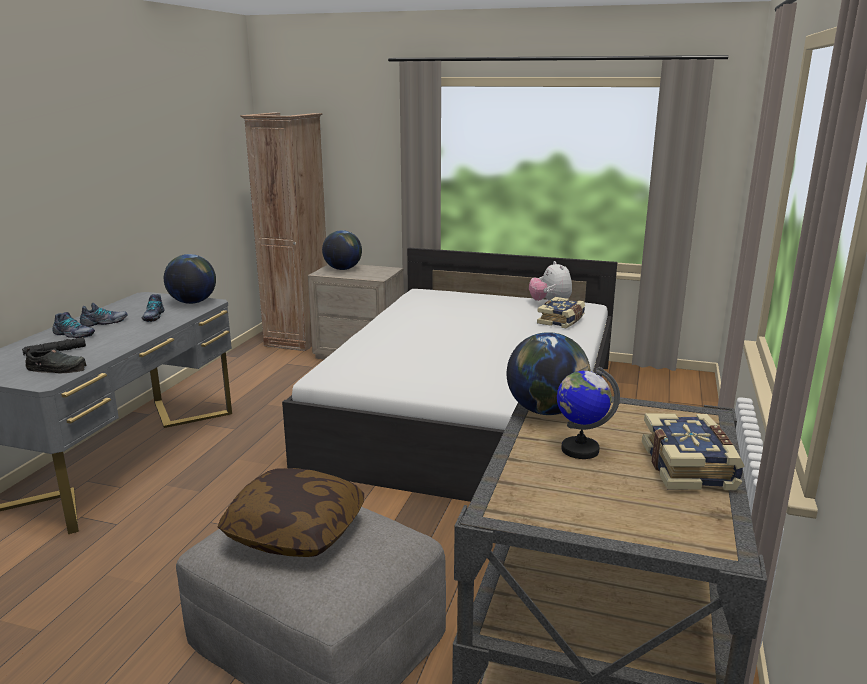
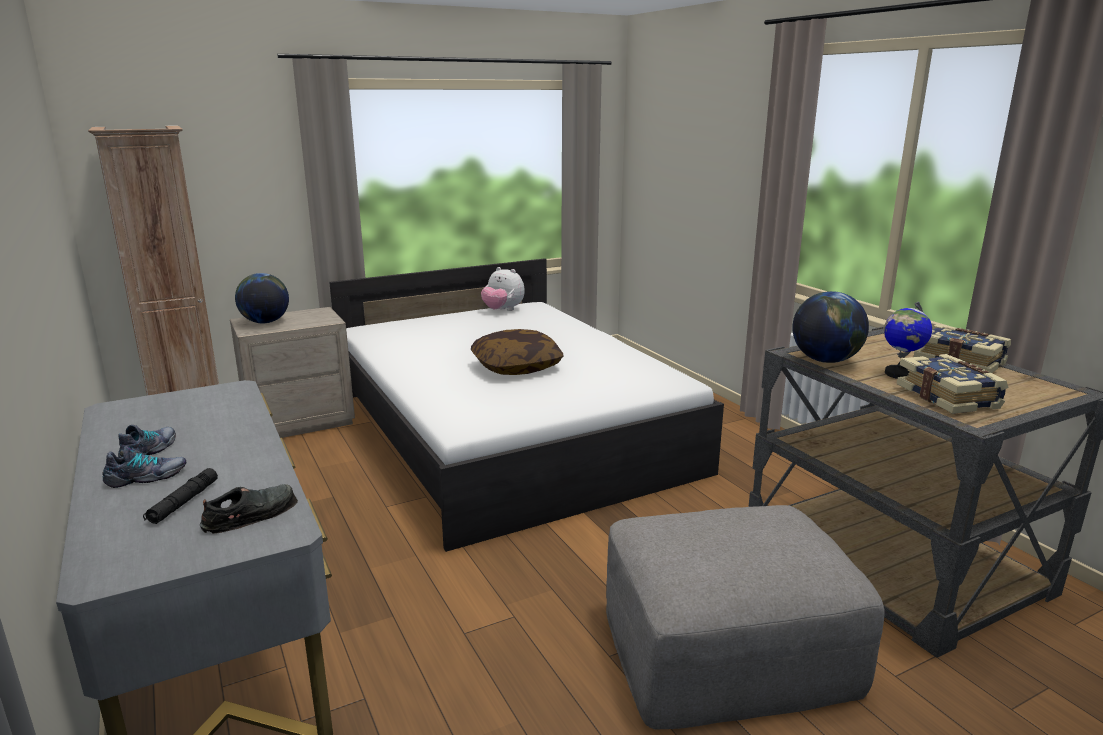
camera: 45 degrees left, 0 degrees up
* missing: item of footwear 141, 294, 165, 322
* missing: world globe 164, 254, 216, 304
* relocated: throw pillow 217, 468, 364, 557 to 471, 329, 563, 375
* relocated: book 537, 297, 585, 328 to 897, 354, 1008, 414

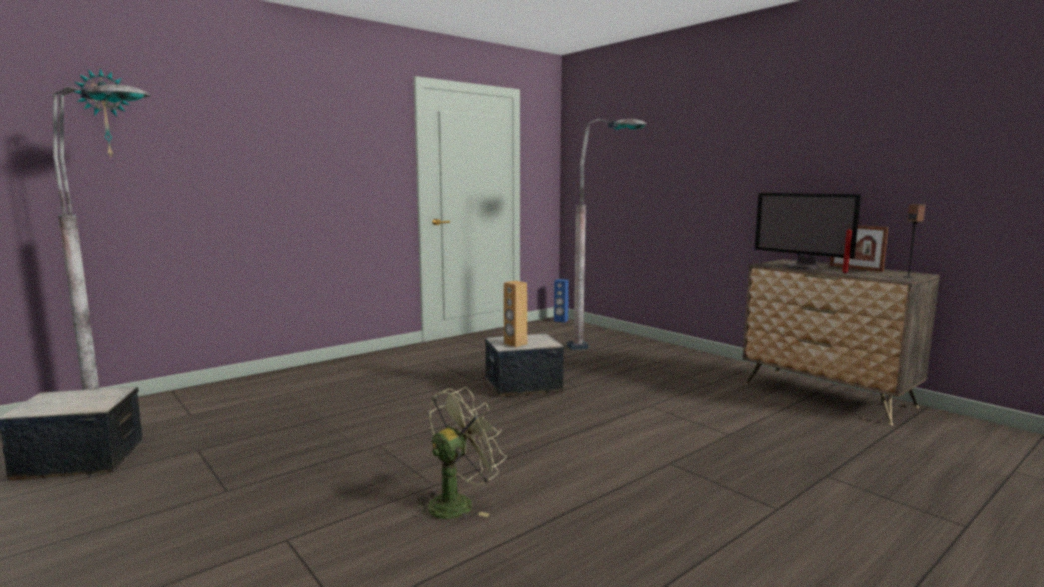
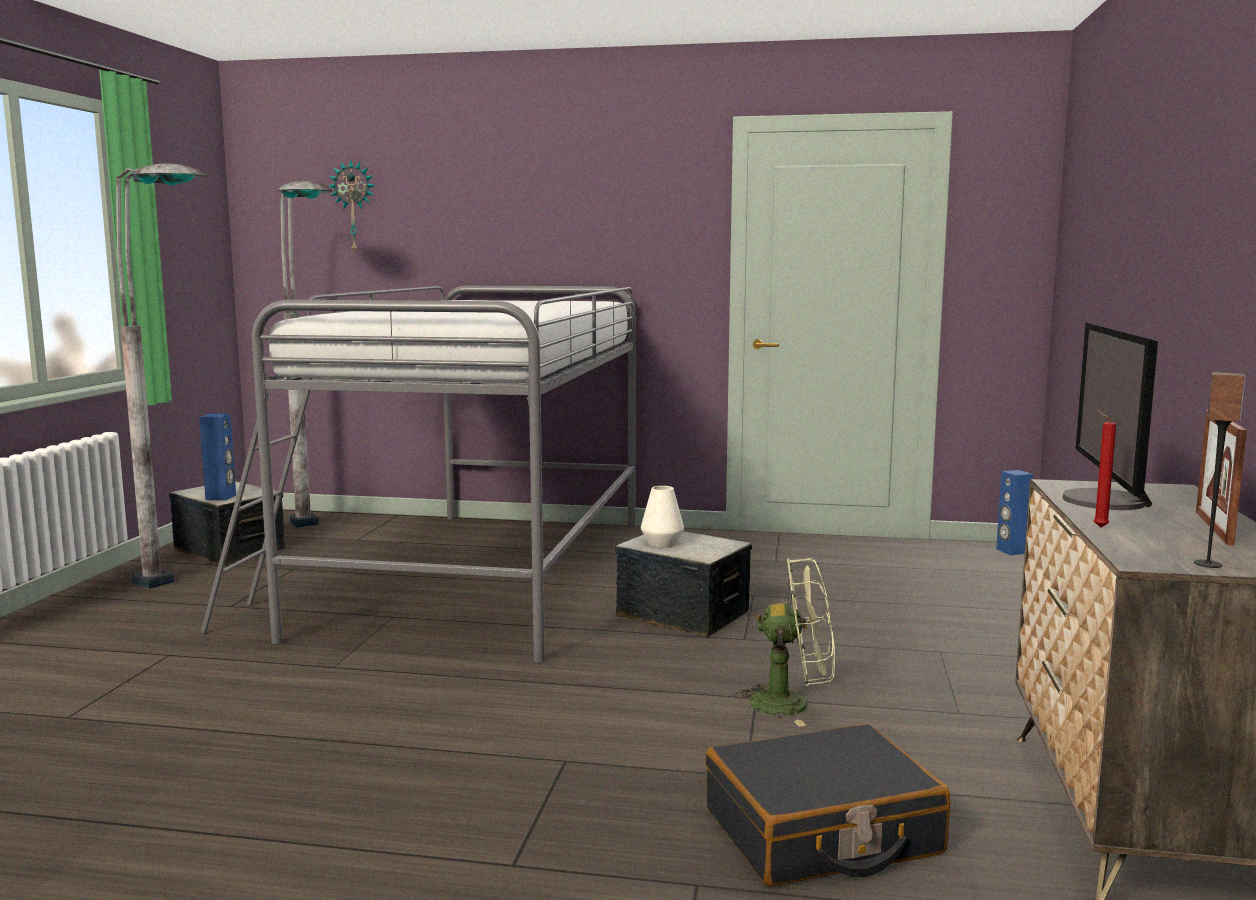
camera: 50 degrees right, 0 degrees up
* relocated: electric fan (greenish) 412, 387, 506, 519 to 733, 558, 835, 727
* exchanged: audio speaker (brown) 504, 281, 527, 347 to flower vase (whitish) 641, 486, 684, 547
* relocated: standing lamp (greyish) 567, 119, 647, 350 to 116, 163, 206, 589
* appeared: audio speaker (blue-coloured) 199, 414, 236, 500
* appeared: bedroom bed (greyish) 201, 286, 636, 663
* appeared: piece of luggage (black-coloured) 705, 724, 950, 886

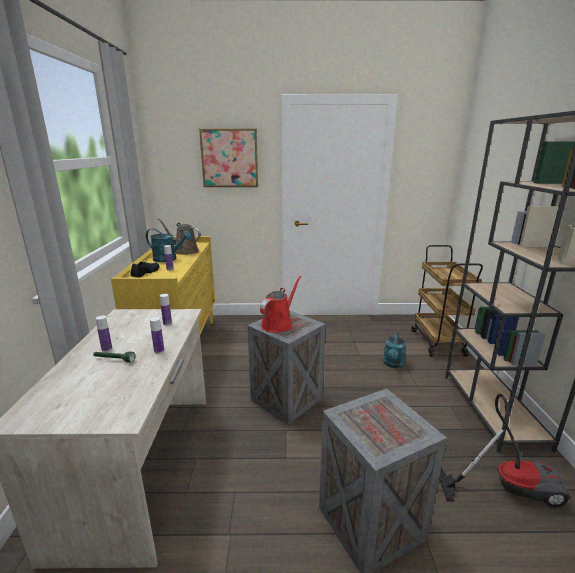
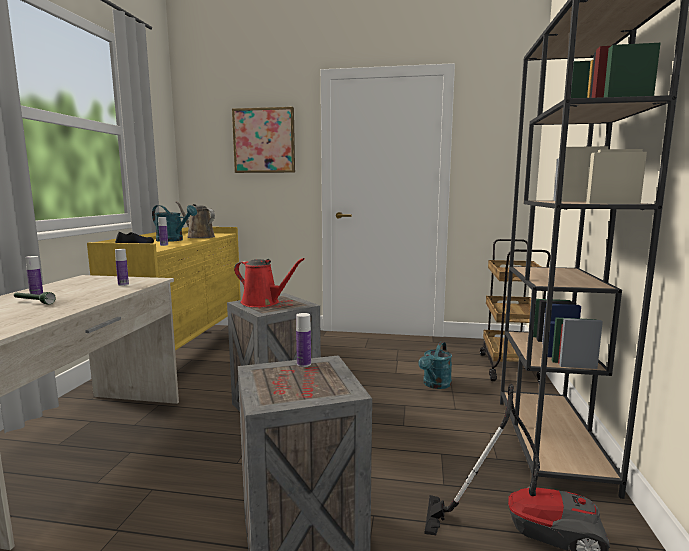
camera: 10 degrees right, 10 degrees down
* relocated: bottle 150, 317, 164, 354 to 296, 313, 311, 367
* spun: sprinkling can (reddish) 260, 276, 302, 333 = 234, 258, 305, 307 75 degrees clockwise

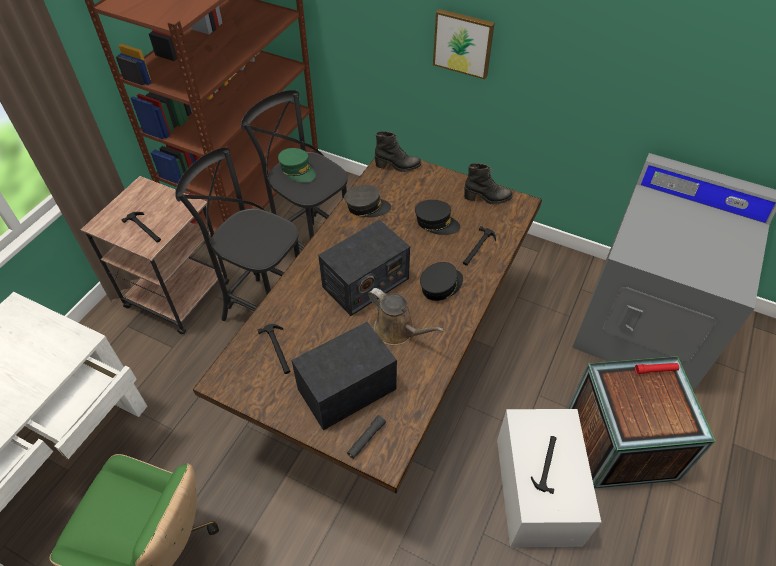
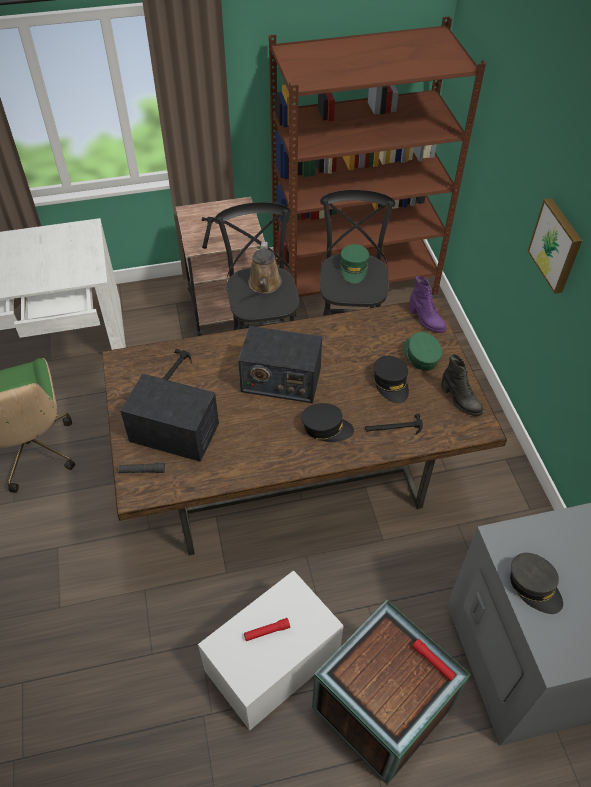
camera: 50 degrees right, 0 degrees up
* relocated: baseball cap (greyish) 344, 185, 391, 218 to 510, 553, 563, 614
* relocated: sprinkling can (brown) 368, 288, 444, 345 to 248, 242, 282, 294
* colour: boot (black-coloured) 375, 131, 421, 172 to boot (purplish) 409, 276, 446, 333
* exchanged: hand hammer 531, 436, 557, 494 to hand torch (reddish) 244, 618, 290, 641
* appeared: baseball cap (greenish) 404, 332, 442, 371

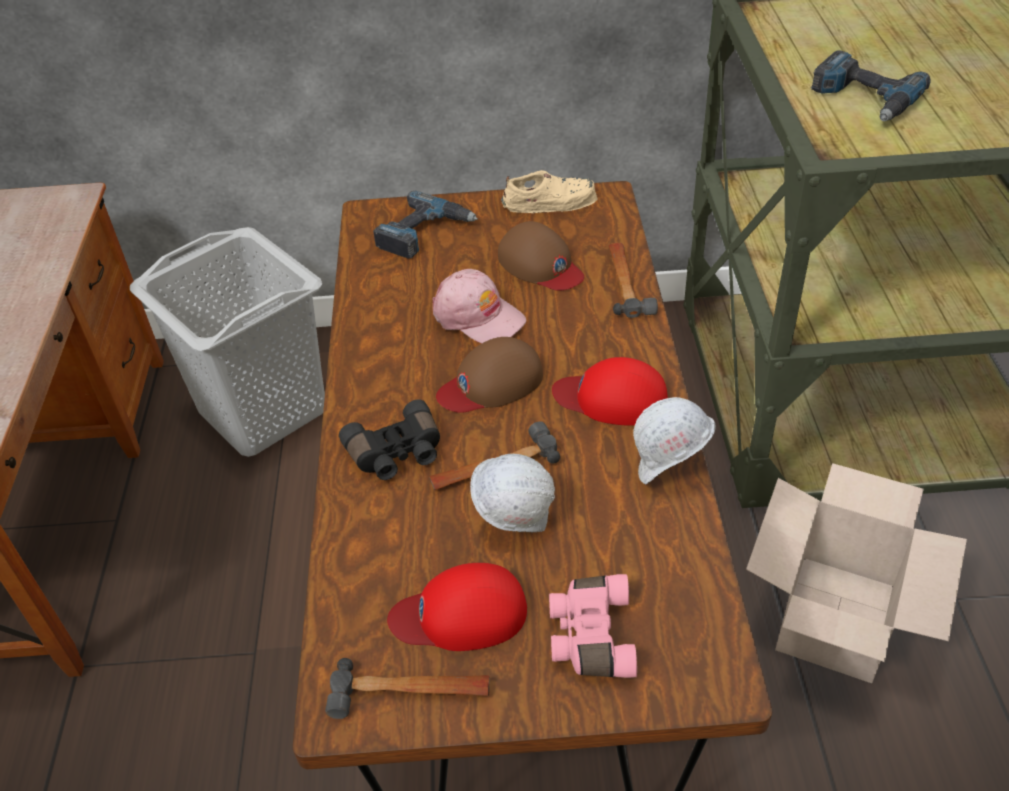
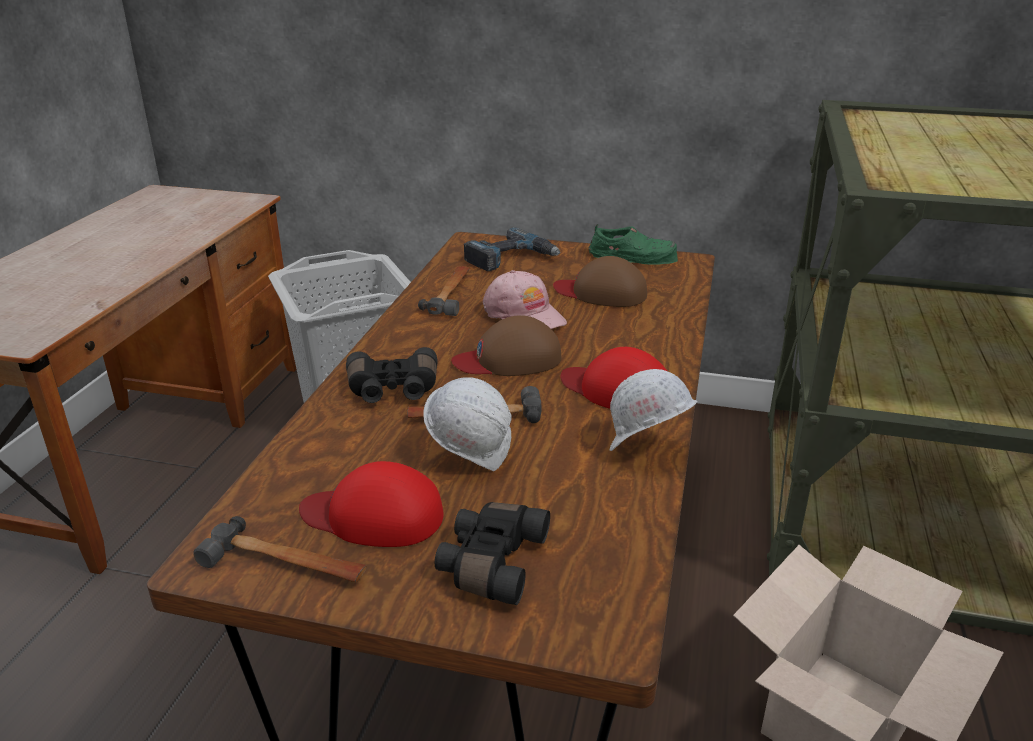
camera: 15 degrees right, 15 degrees down
* spun: baseball cap (brown) 498, 221, 584, 291 = 553, 256, 647, 307 135 degrees clockwise
* colour: item of footwear (sand-coloured) 501, 170, 597, 213 to item of footwear (greenish) 589, 224, 678, 264
* colour: binoculars (pink-coloured) 549, 574, 637, 678 to binoculars (black-coloured) 435, 502, 550, 605
* relocated: hand hammer 609, 243, 658, 318 to 418, 266, 470, 316
* missing: electric drill 811, 50, 931, 121

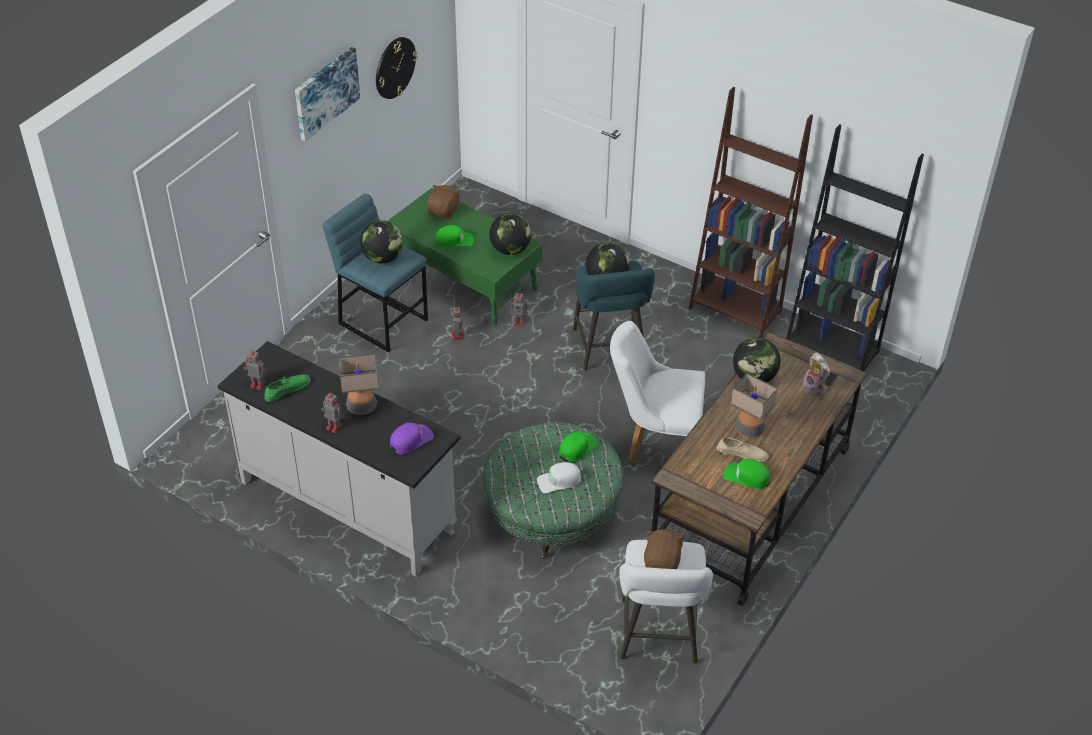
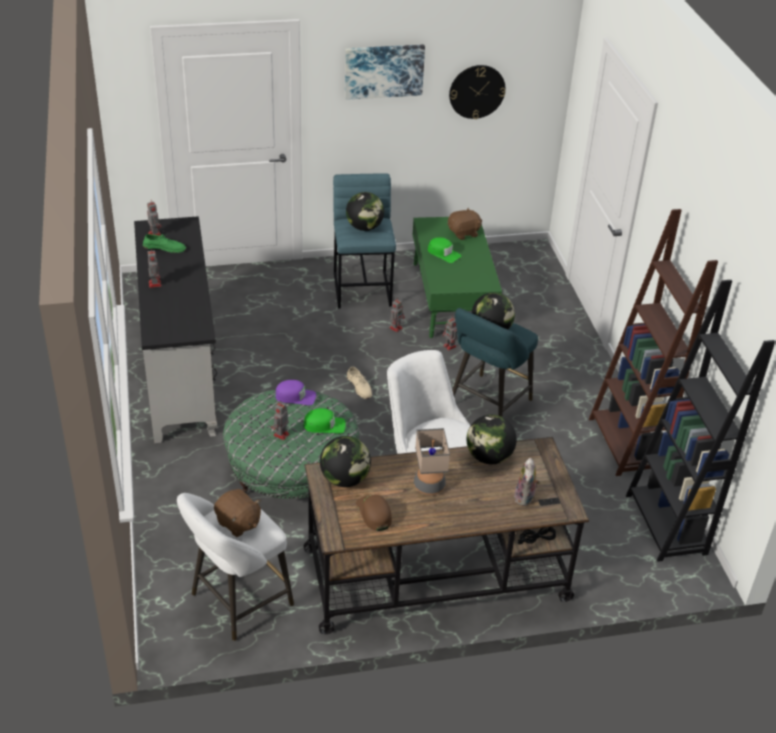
camera: 45 degrees right, 5 degrees down
* missing: table lamp 338, 353, 378, 415
* relocated: baseball cap (purplish) 390, 422, 434, 455 to 275, 380, 316, 405
* relocated: world globe 489, 213, 531, 255 to 320, 436, 371, 487
* exchanged: baseball cap (whitish) 537, 462, 582, 493 to model robot 271, 402, 289, 440
* spun: plush toy (brown) 644, 529, 685, 569 = 214, 489, 261, 537 75 degrees clockwise
* relocated: item of footwear (sand-coloured) 717, 437, 769, 463 to 347, 367, 372, 399
* colour: baseball cap (greenish) 723, 459, 770, 489 to baseball cap (brown) 356, 495, 392, 531

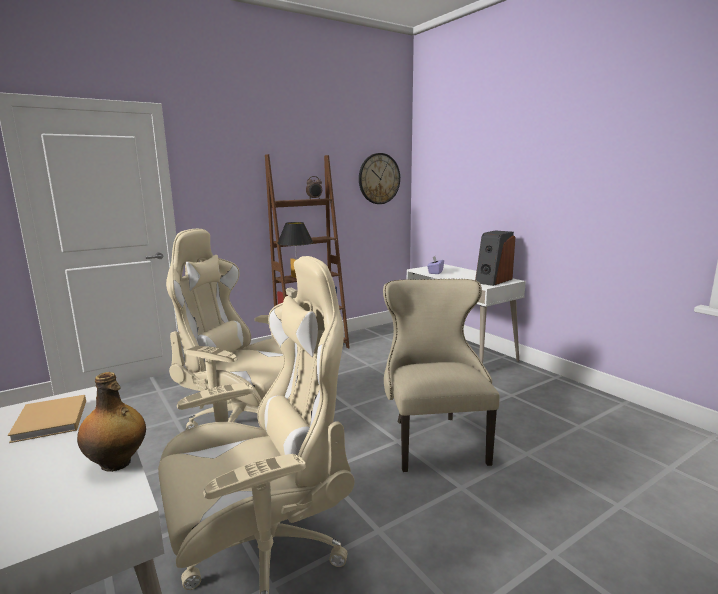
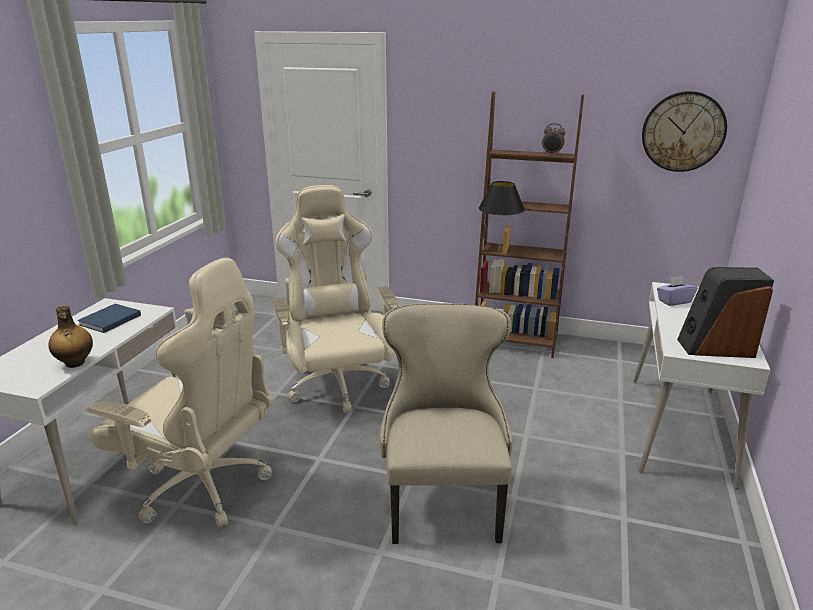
camera: 50 degrees right, 10 degrees up
* colour: book (sand-coloured) 8, 395, 86, 443 to book (blue-coloured) 77, 304, 141, 333
* spun: chair (sand-coloured) 383, 279, 500, 472 = 380, 303, 513, 544 45 degrees counterclockwise

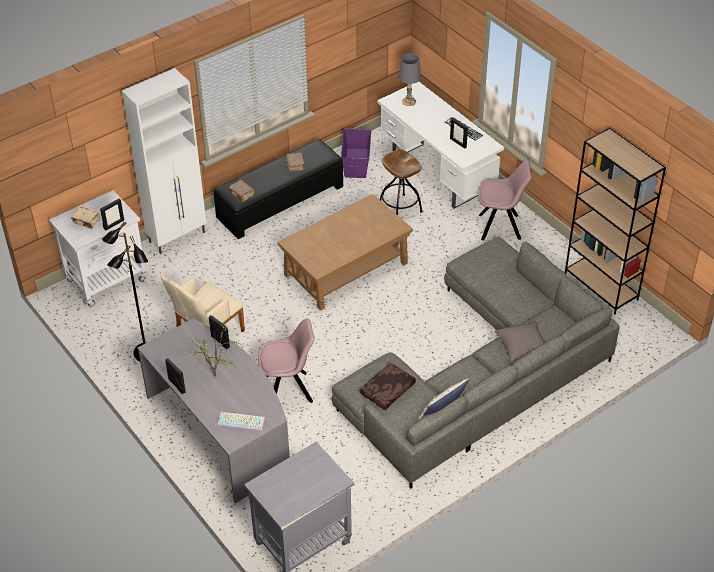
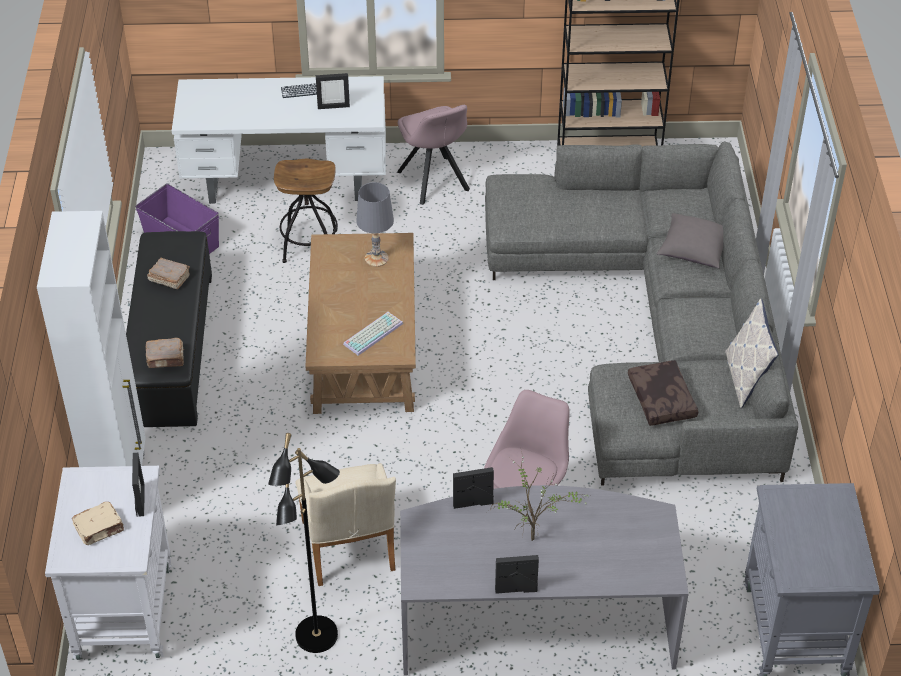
camera: 55 degrees left, 0 degrees up
* relocated: keyboard 218, 412, 265, 430 to 343, 312, 403, 356
* relocated: table lamp (greyish) 399, 53, 421, 106 to 356, 182, 394, 267
* spun: chair (pink-coloured) 478, 160, 532, 240 = 397, 105, 470, 205 120 degrees clockwise

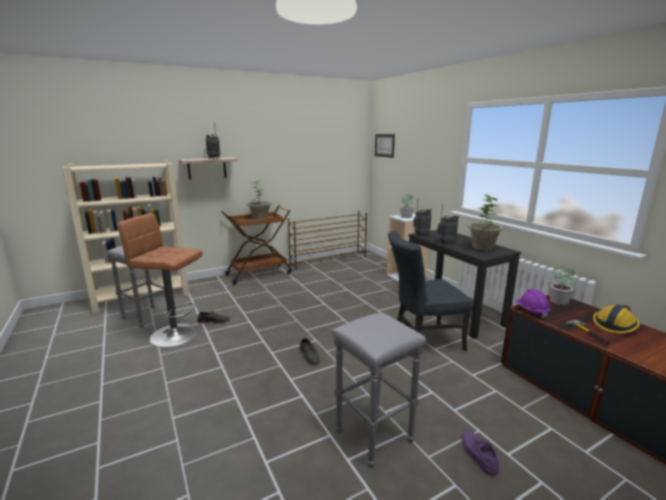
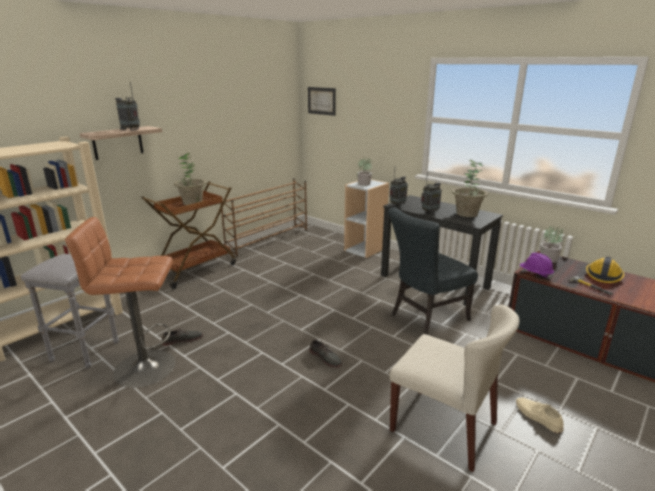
camera: 20 degrees left, 5 degrees up
* exchanged: sitting stool (greyish) 332, 312, 426, 468 to chair (sand-coloured) 389, 305, 519, 472
* colour: item of footwear (purplish) 462, 430, 499, 476 to item of footwear (sand-coloured) 516, 397, 564, 433

